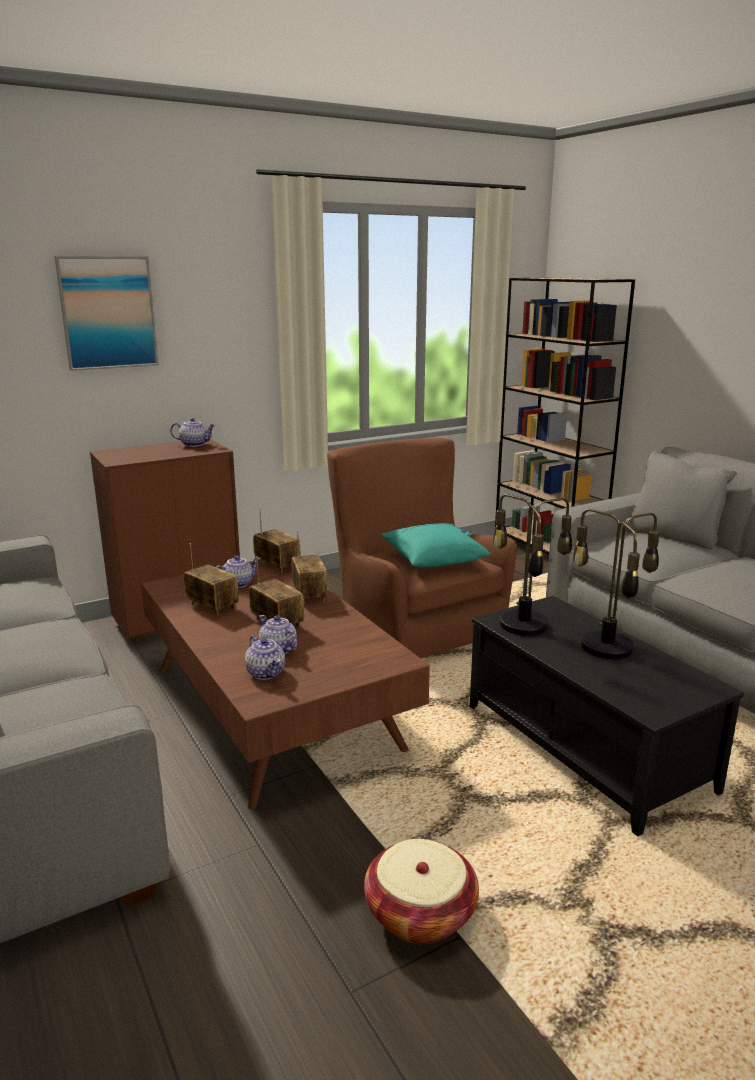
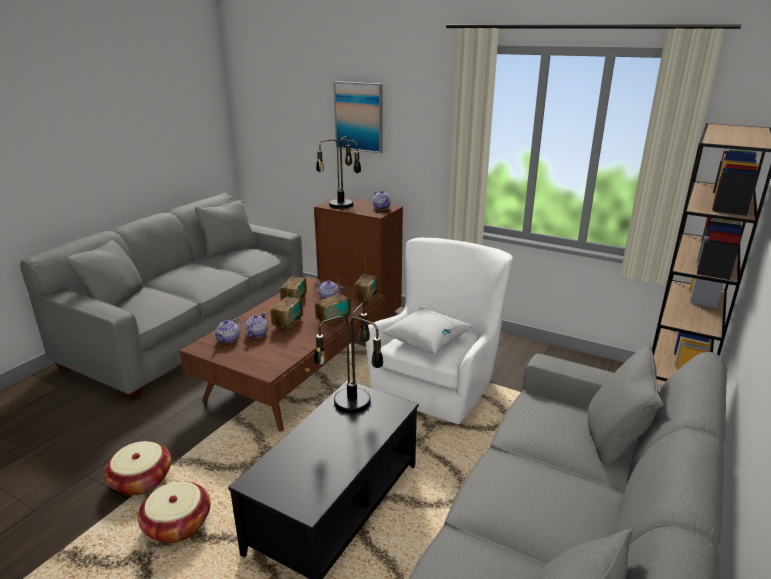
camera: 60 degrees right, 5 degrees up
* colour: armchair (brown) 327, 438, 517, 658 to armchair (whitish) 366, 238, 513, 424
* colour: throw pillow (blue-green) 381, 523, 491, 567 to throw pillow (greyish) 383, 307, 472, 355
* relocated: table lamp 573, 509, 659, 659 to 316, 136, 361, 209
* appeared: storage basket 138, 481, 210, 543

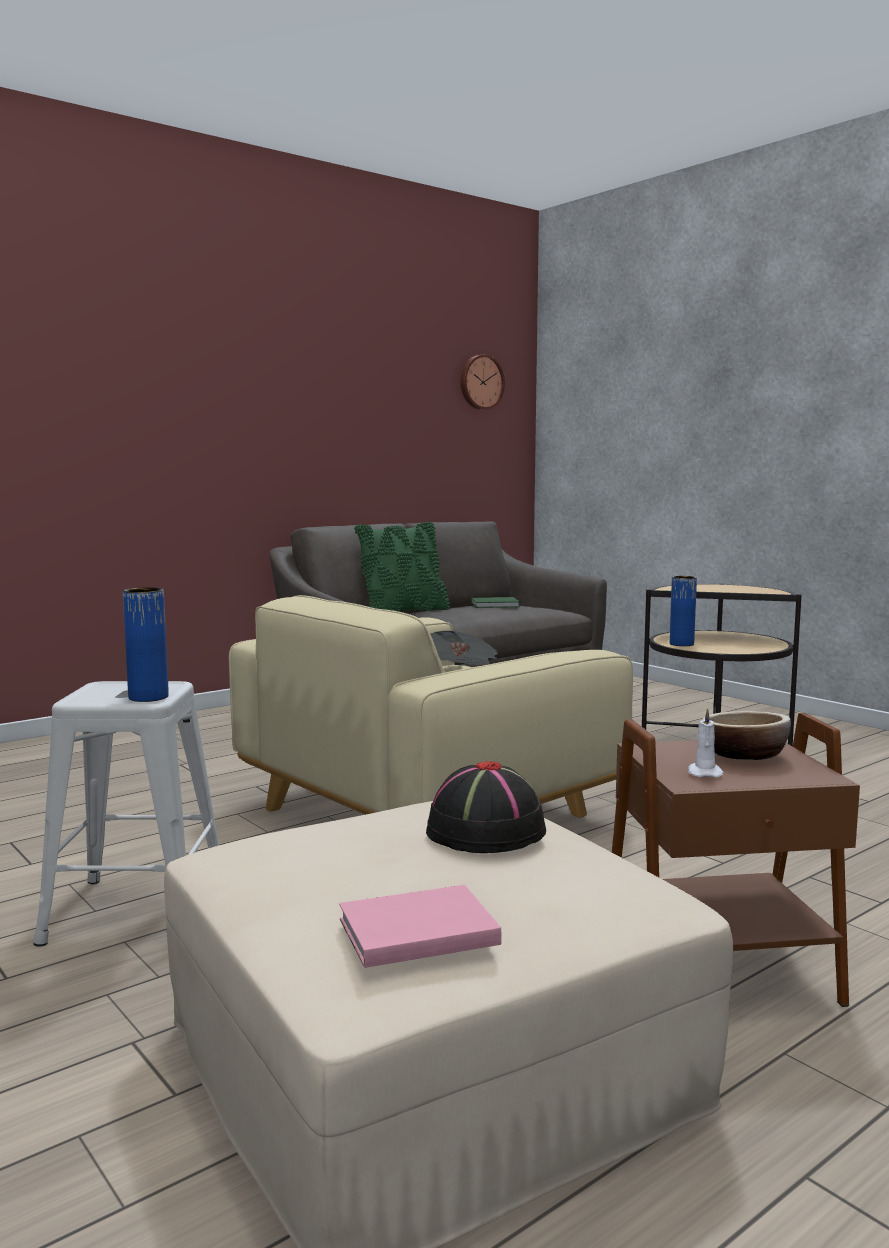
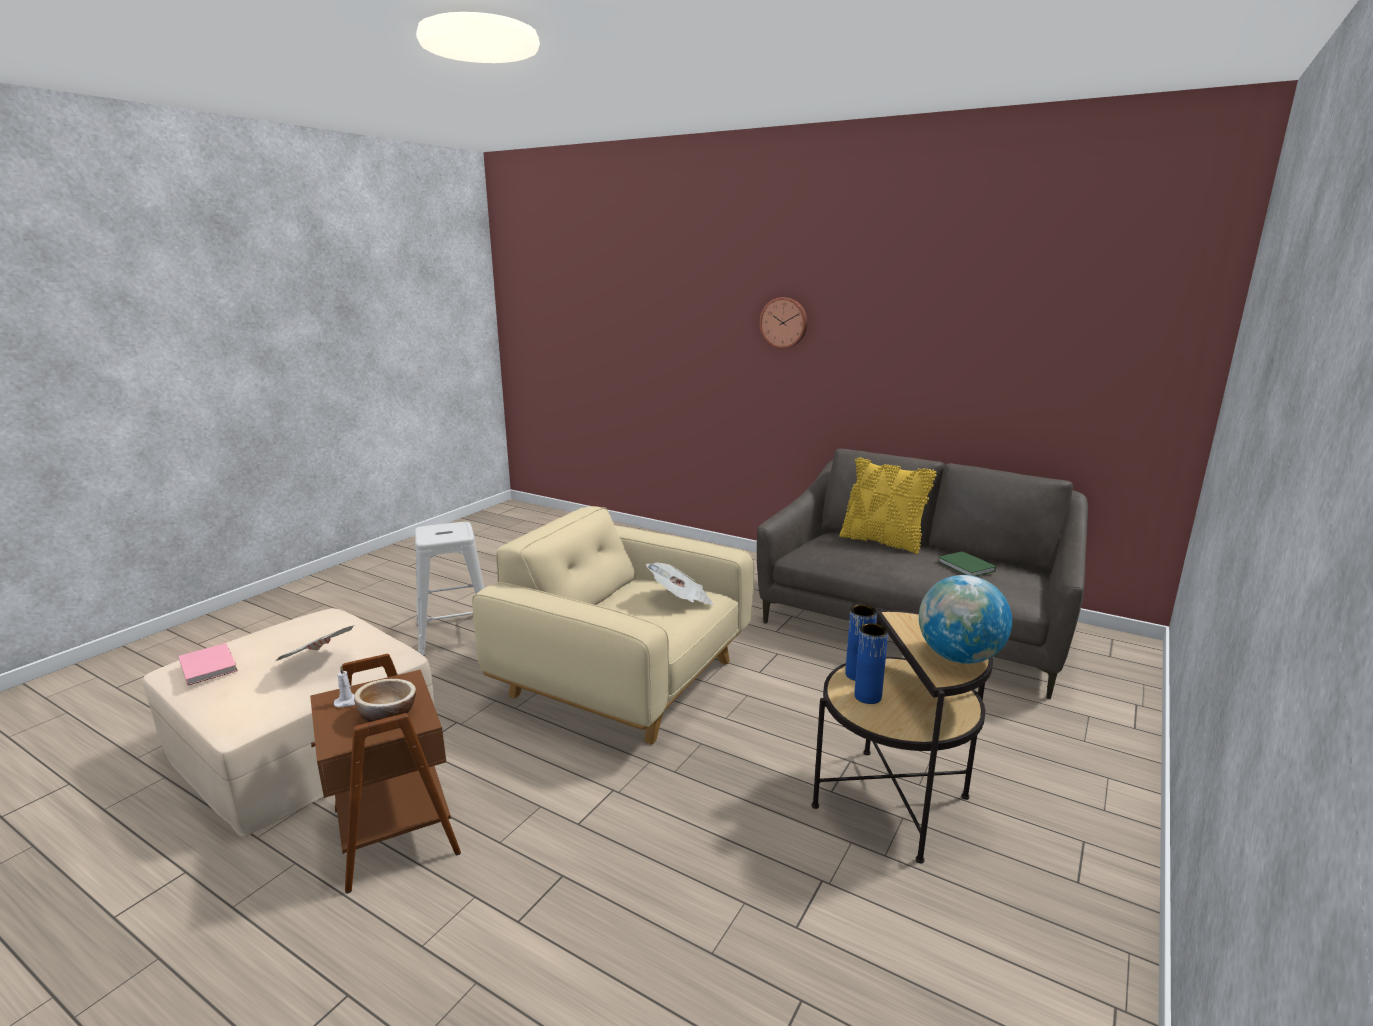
camera: 70 degrees right, 10 degrees up
* relocated: flower vase (blue-coloured) 123, 587, 169, 702 to 854, 623, 888, 704
* colour: throw pillow (greenish) 354, 522, 450, 612 to throw pillow (yellowish) 839, 457, 937, 554
* exchanged: wearable hat (black-coloured) 426, 761, 546, 853 to daily paper 277, 626, 353, 661
* relocated: hanging clock 460, 355, 505, 410 to 759, 297, 808, 349
* appeared: world globe 919, 575, 1012, 664

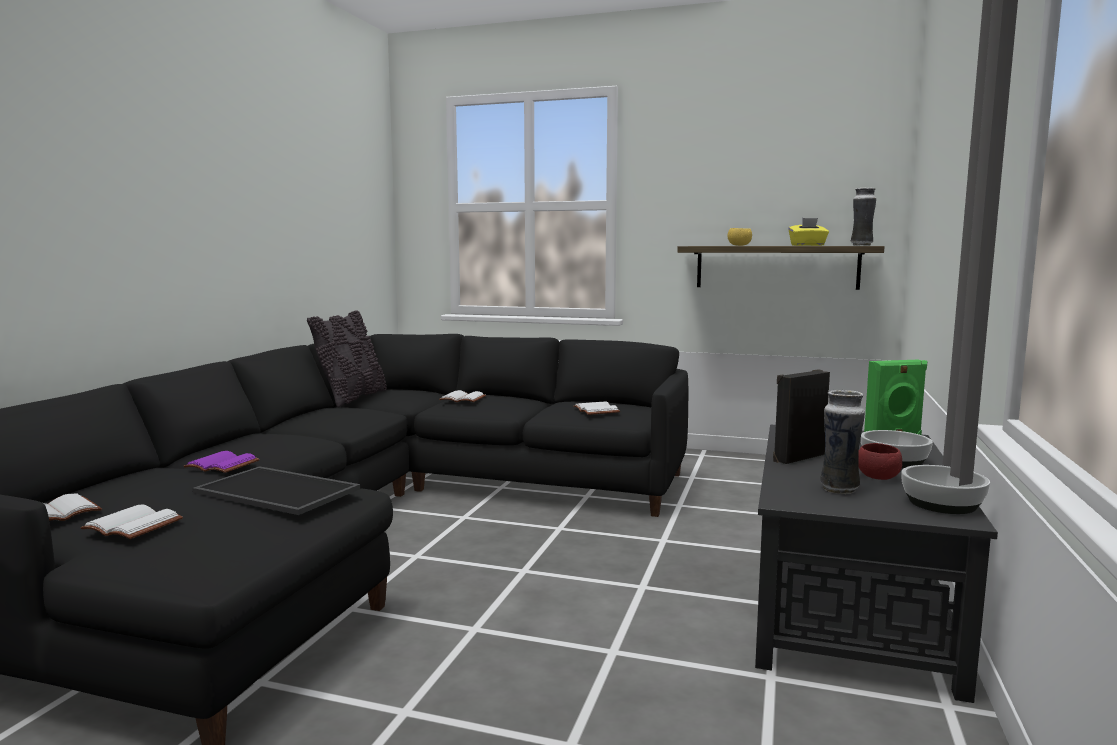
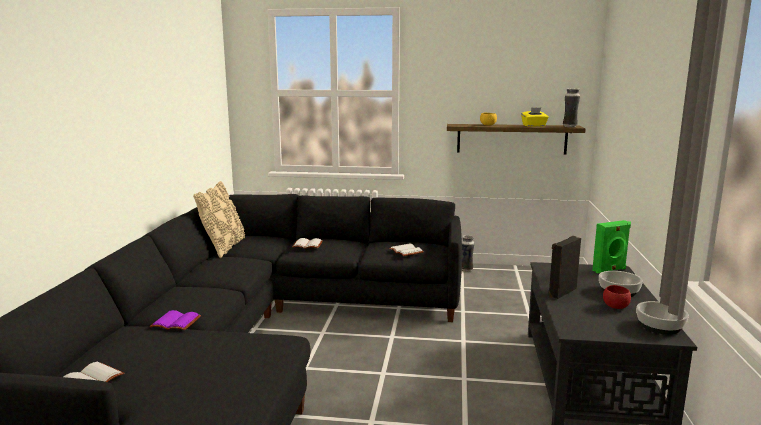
camera: 10 degrees left, 5 degrees up
* missing: book (whitish) 81, 504, 183, 539
* missing: tray 193, 466, 360, 515
* colour: throw pillow (black-coloured) 307, 310, 387, 408 to throw pillow (sand-coloured) 193, 181, 245, 258
* relocated: flower vase 820, 390, 865, 494 to 462, 235, 474, 272

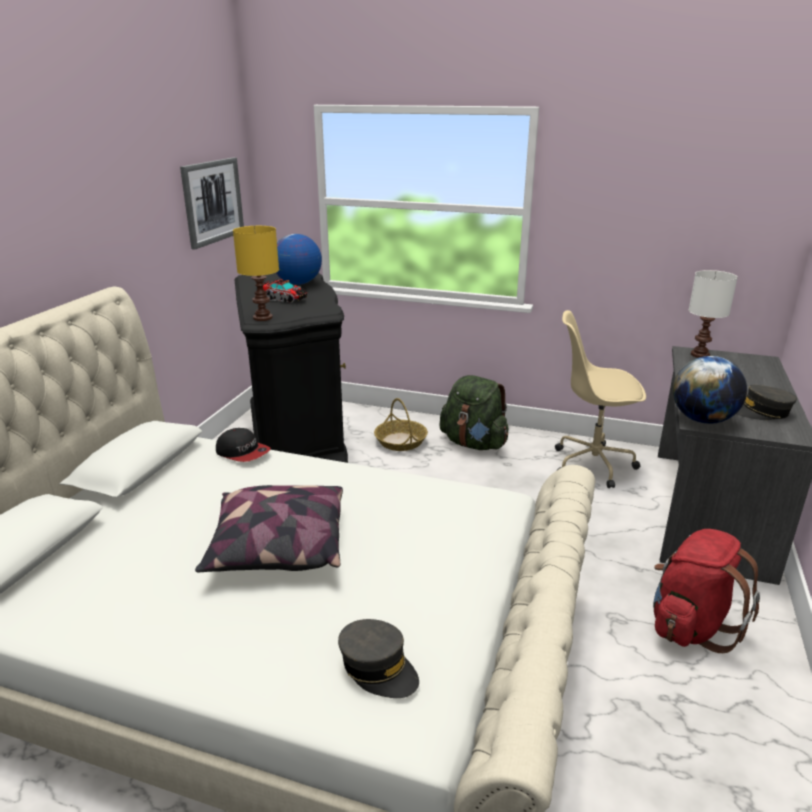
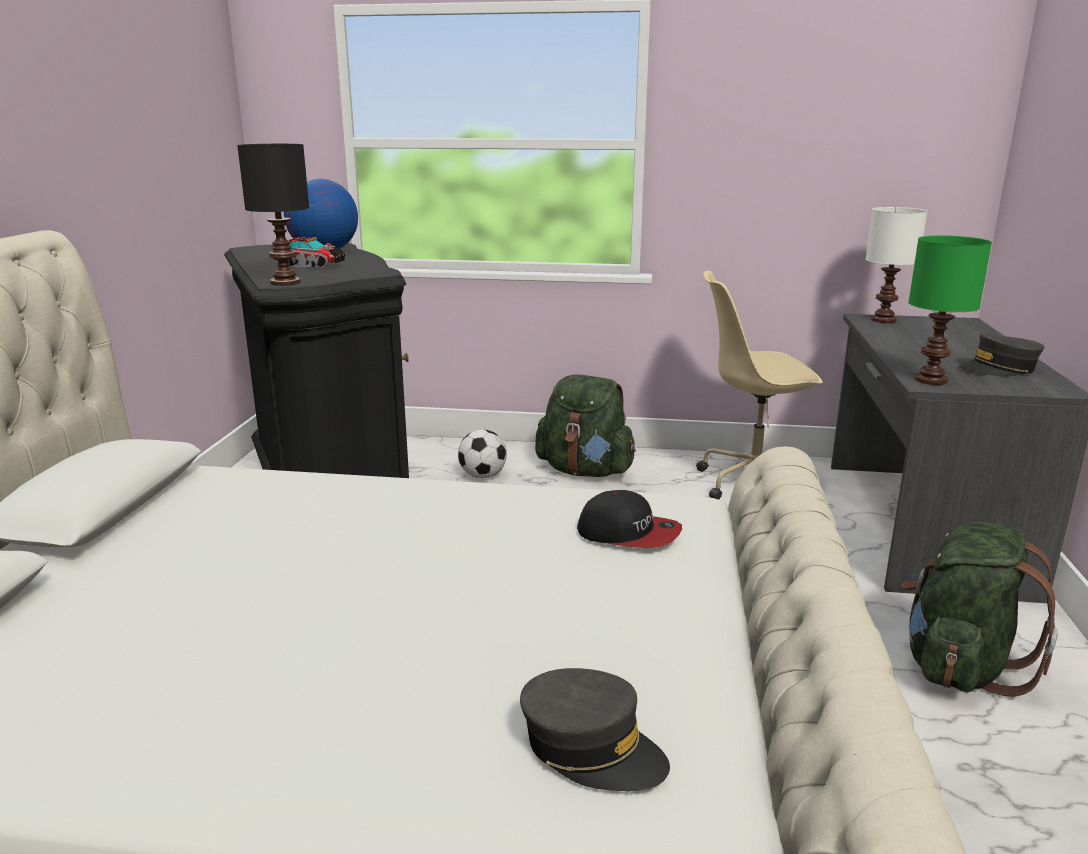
camera: 10 degrees left, 5 degrees down
* missing: wall art 180, 157, 244, 250
* missing: throw pillow 195, 485, 343, 573
* relocated: baseball cap 216, 428, 270, 462 to 577, 490, 682, 548
* colour: table lamp (yellowish) 233, 226, 279, 321 to table lamp (black-coloured) 237, 144, 309, 286
* exchanged: storage basket 374, 398, 428, 451 to football 458, 429, 507, 478
* colour: backpack (reddish) 653, 529, 760, 653 to backpack (greenish) 901, 522, 1058, 697
* exchanged: world globe 673, 356, 747, 424 to table lamp (greenish) 908, 235, 992, 385

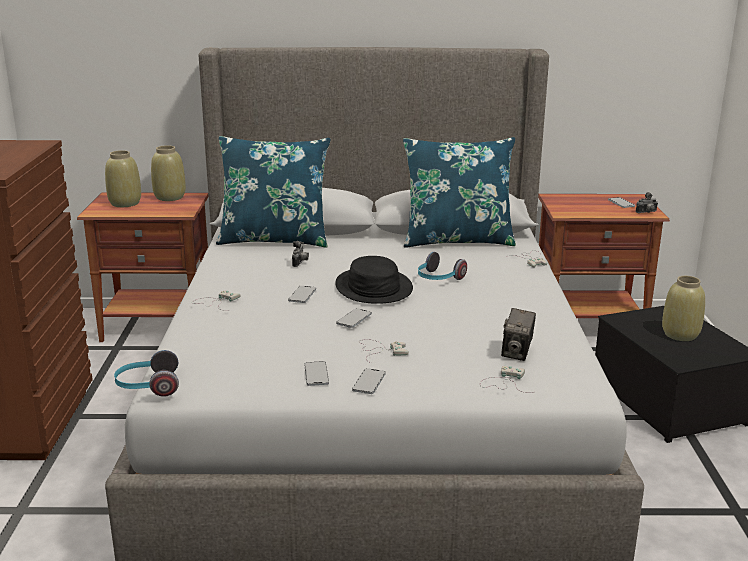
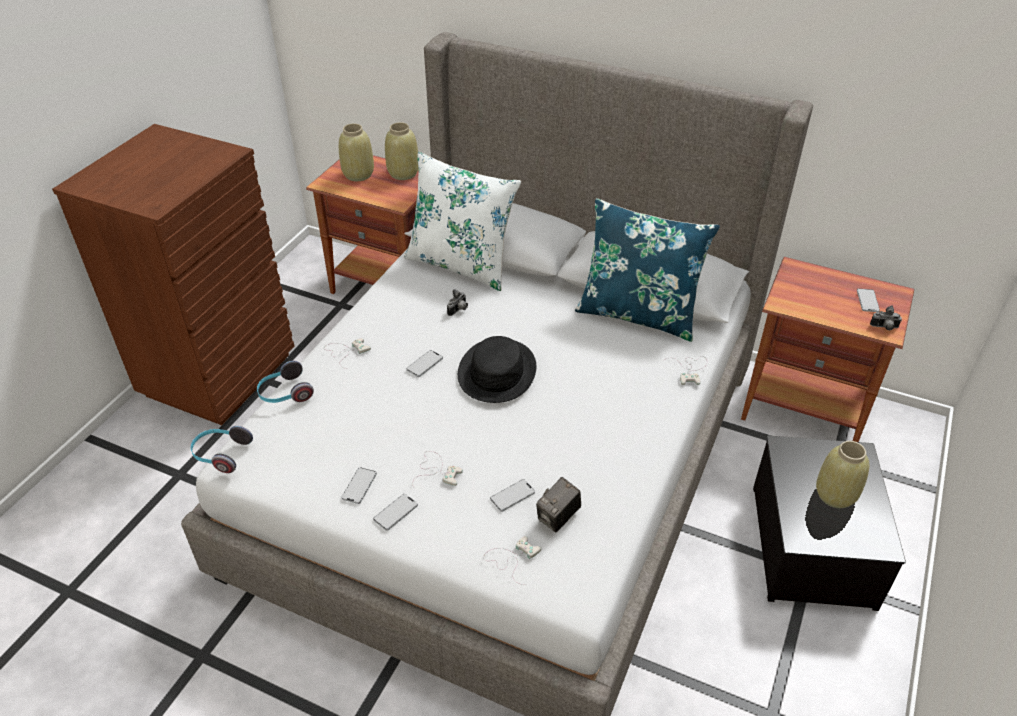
camera: 25 degrees right, 20 degrees up
* colour: throw pillow (blue-coloured) 216, 136, 331, 248 to throw pillow (whitish) 404, 152, 521, 291
* relocated: telephone 336, 308, 372, 328 to 490, 479, 535, 512
* relocated: headphones 418, 252, 467, 280 to 257, 361, 314, 403

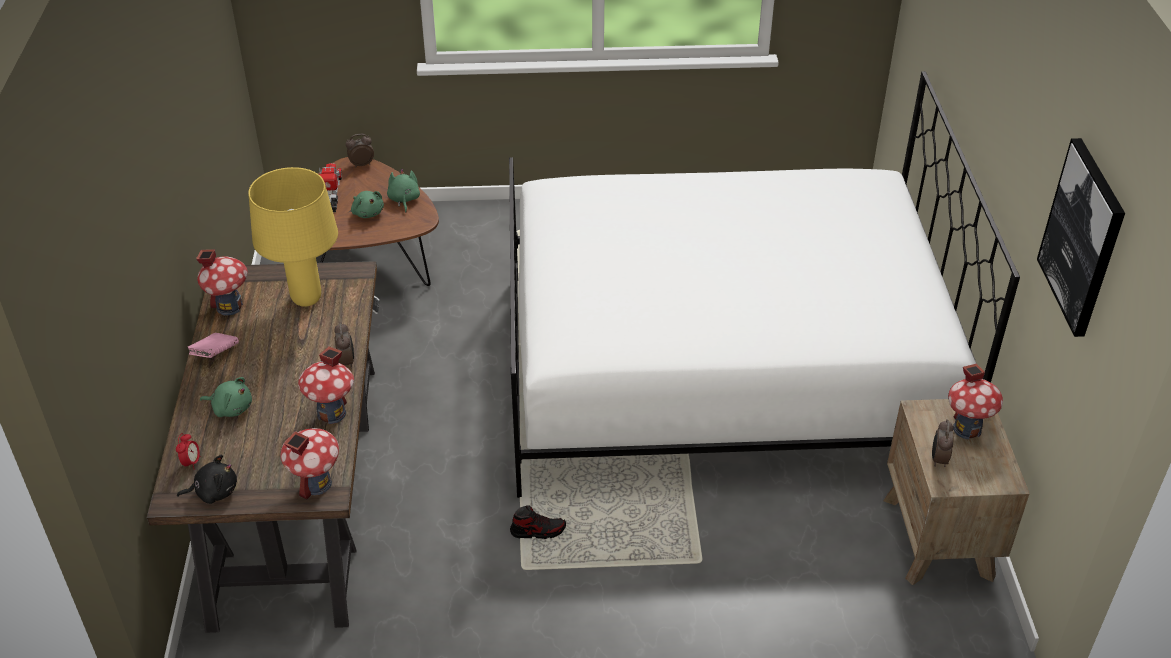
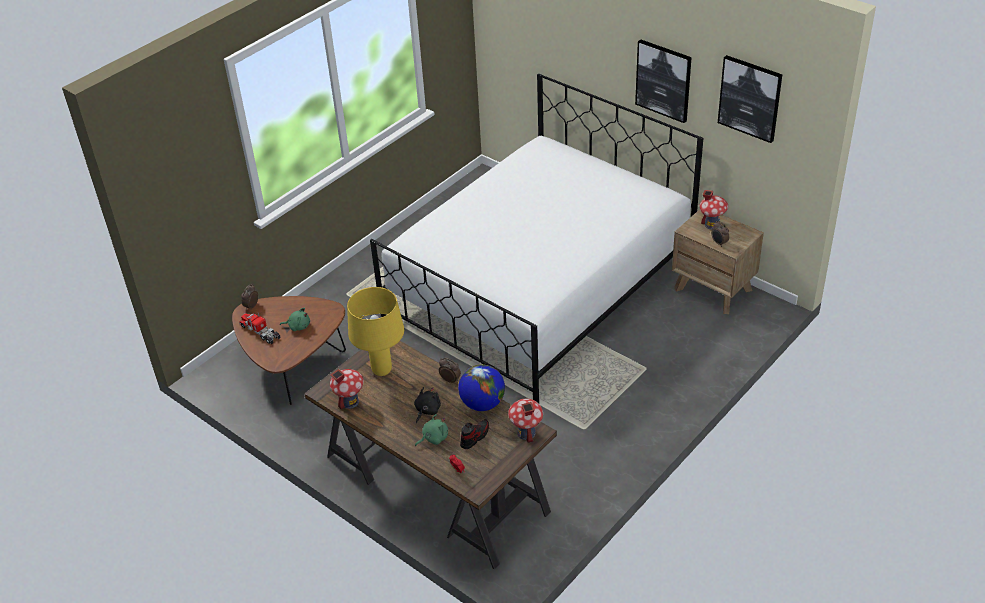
camera: 45 degrees left, 0 degrees up
* relocated: plush toy (black-coloured) 177, 455, 237, 504 to 414, 387, 441, 423
* missing: book (pink-coloured) 187, 333, 239, 358
* exchanged: toy house 298, 347, 354, 424 to world globe 458, 364, 505, 411
* missing: plush toy (greenish) 387, 169, 420, 213
* relocated: item of footwear 510, 505, 566, 539 to 460, 419, 489, 449
* appeared: wall art 635, 40, 692, 123

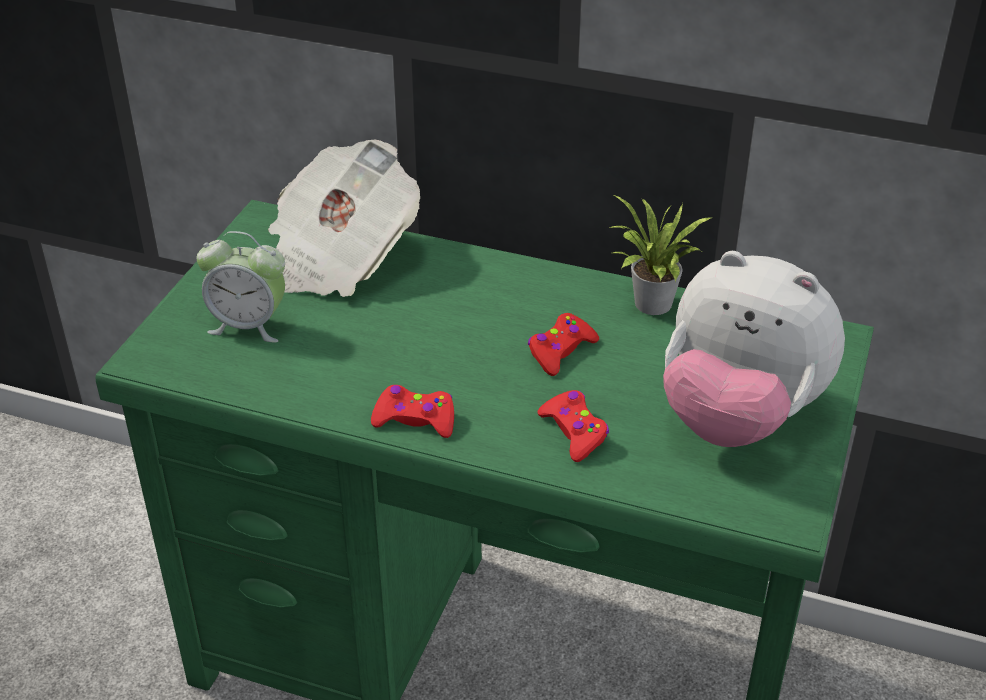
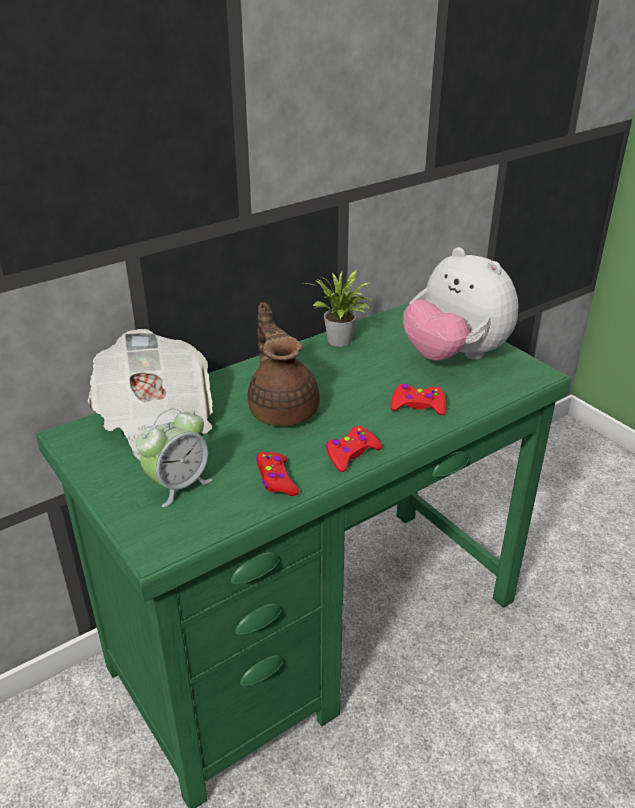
camera: 55 degrees left, 5 degrees down
* relocated: game controller (reddish) 528, 313, 599, 376 to 256, 452, 299, 496
* spun: plush toy 663, 251, 845, 447 = 403, 247, 518, 361 75 degrees clockwise
* appeared: pot for tea (brown) 248, 302, 320, 426

